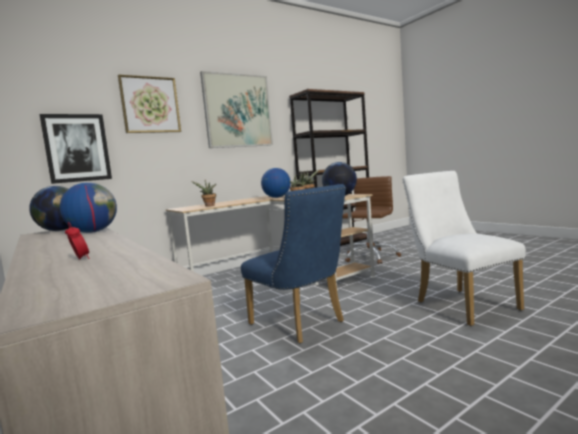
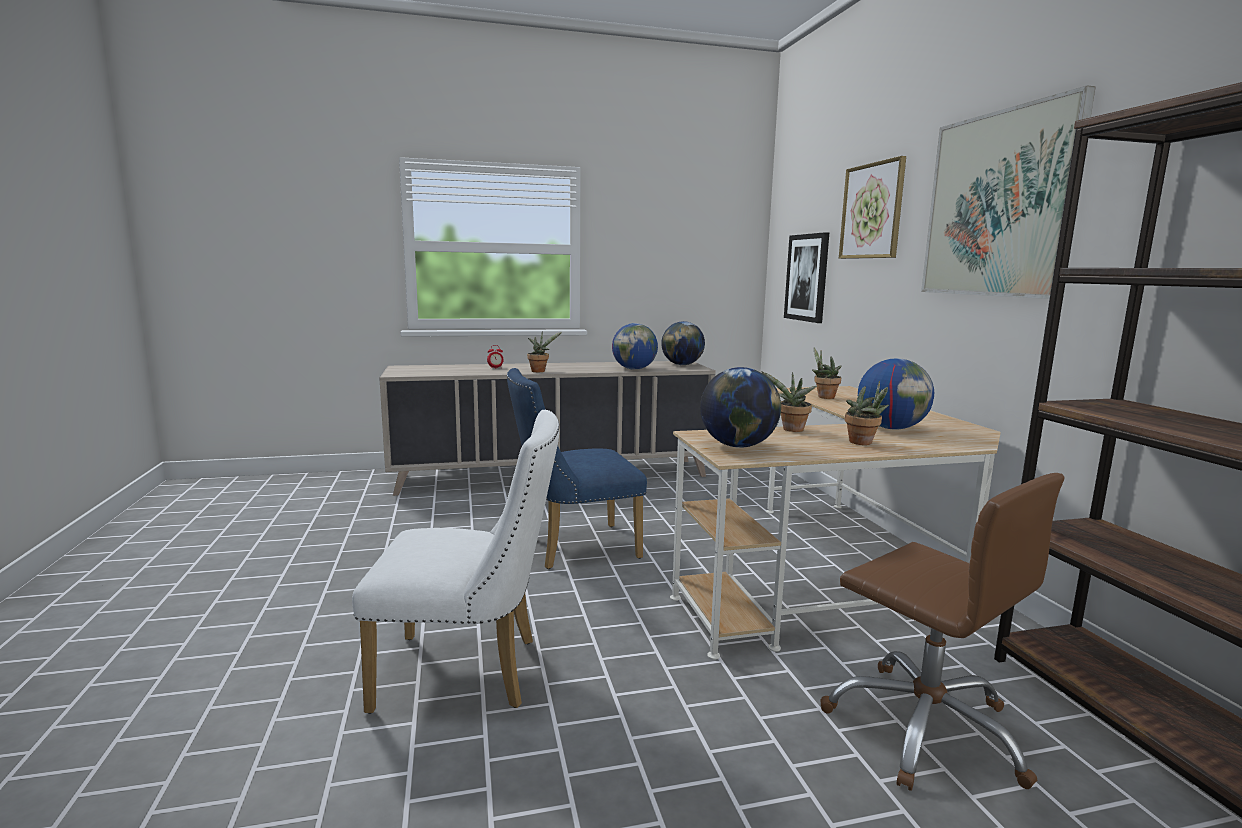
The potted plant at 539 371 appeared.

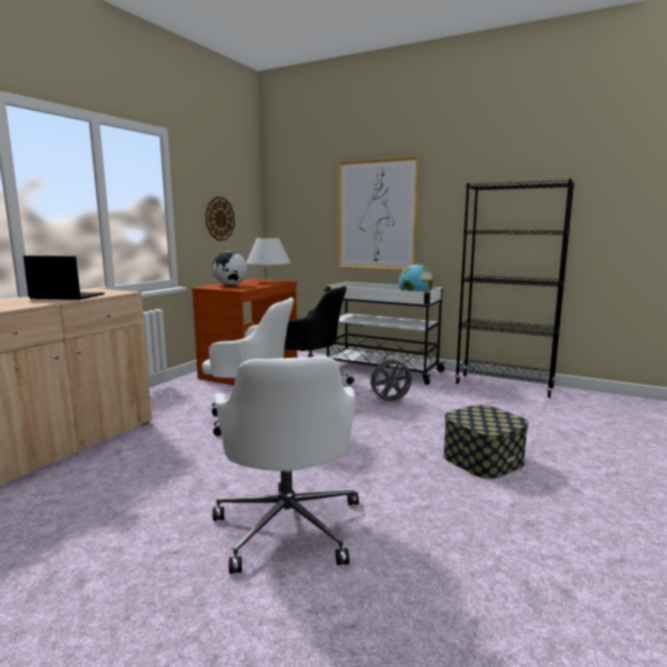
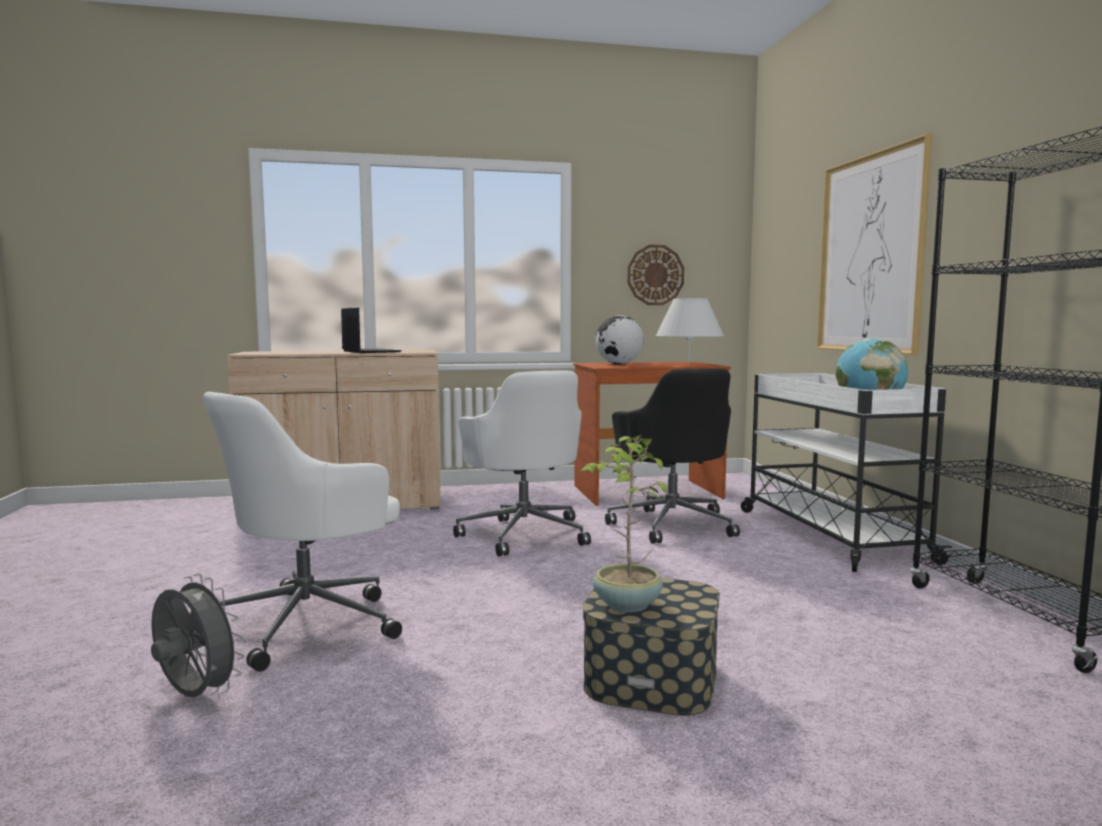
The fan/greyish moved from 390 402 to 194 696.
The potted plant at 626 605 appeared.

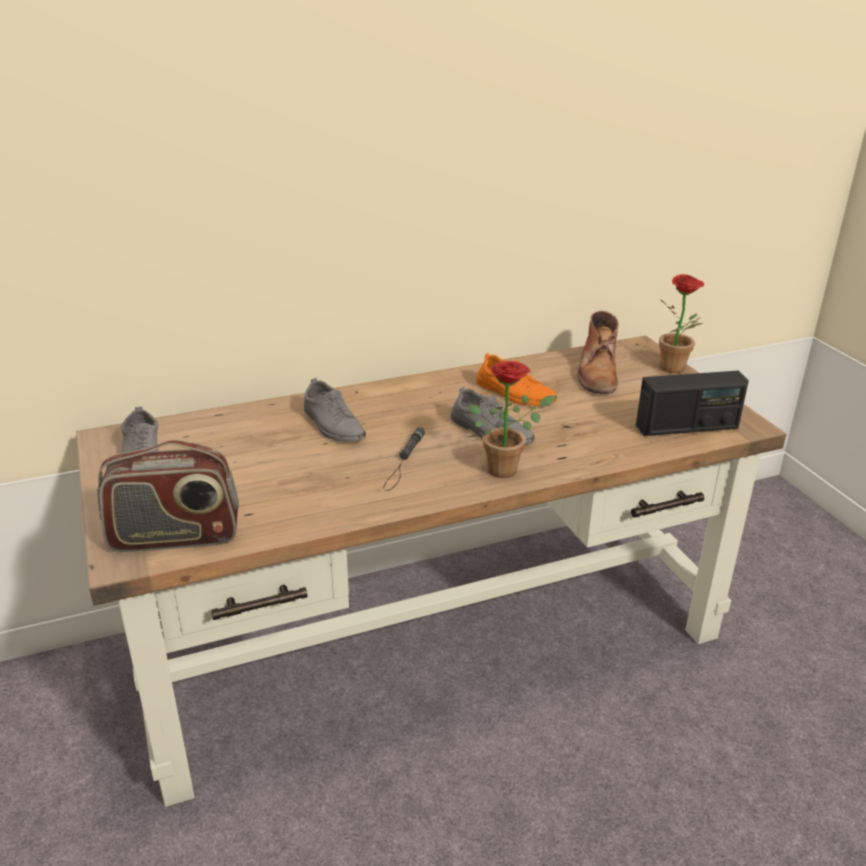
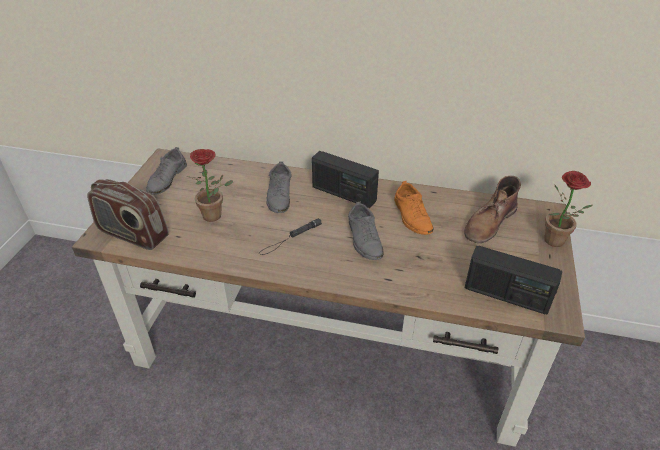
The potted plant moved from 507 468 to 216 216.
The radio at 343 194 appeared.

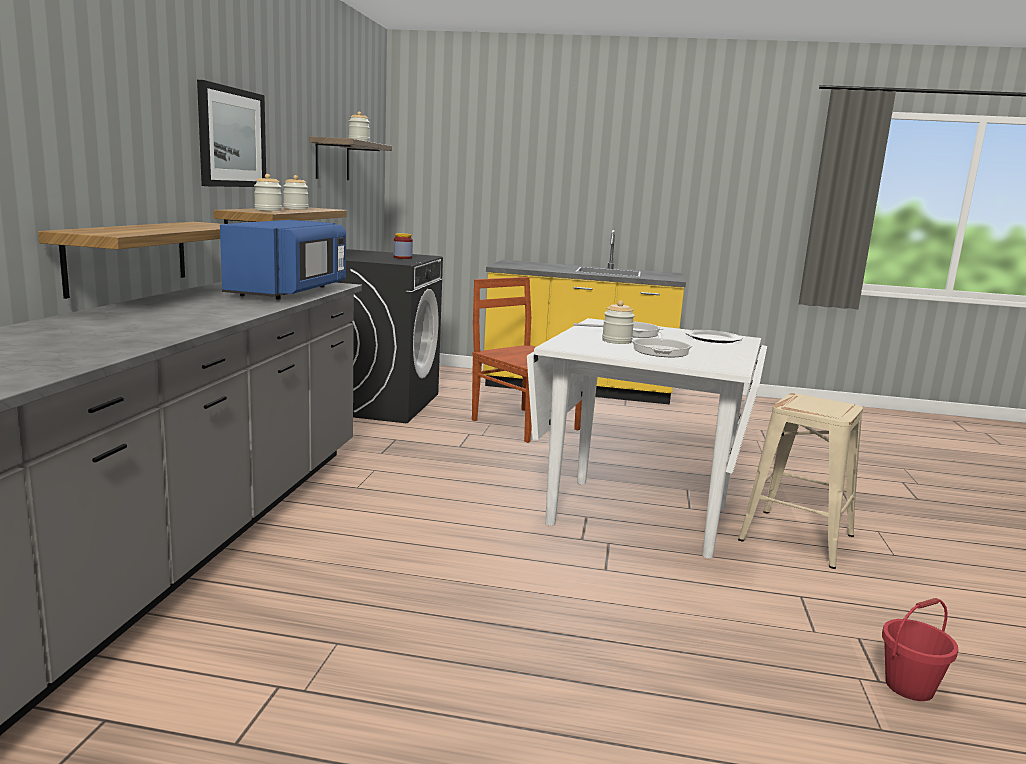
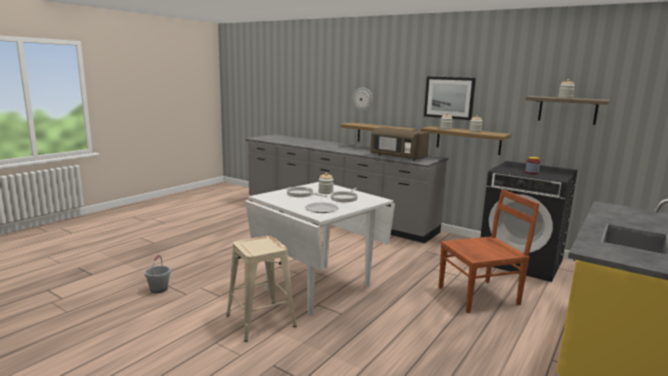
The microwave oven/blue at 289 292 became the microwave oven/brownish at 397 157.
The pail/red at 909 686 became the pail/greyish at 159 289.
The clock on the wall at 363 99 appeared.

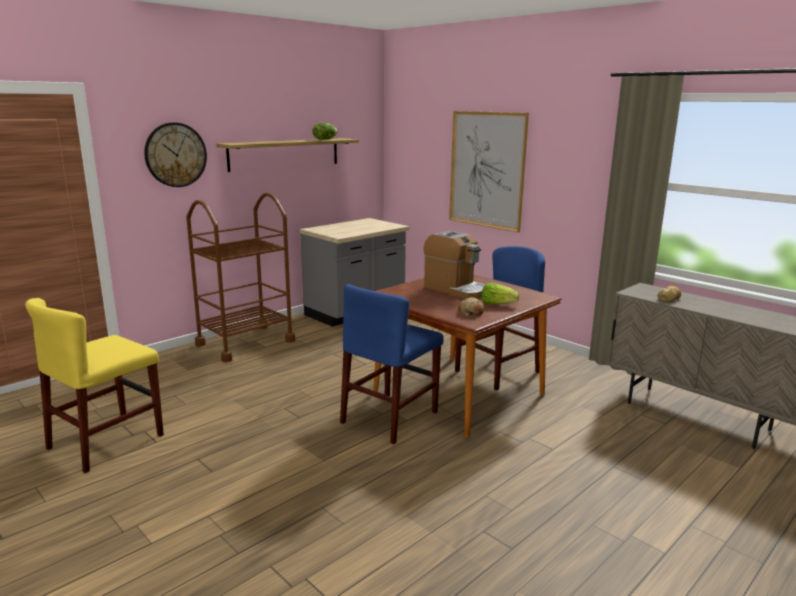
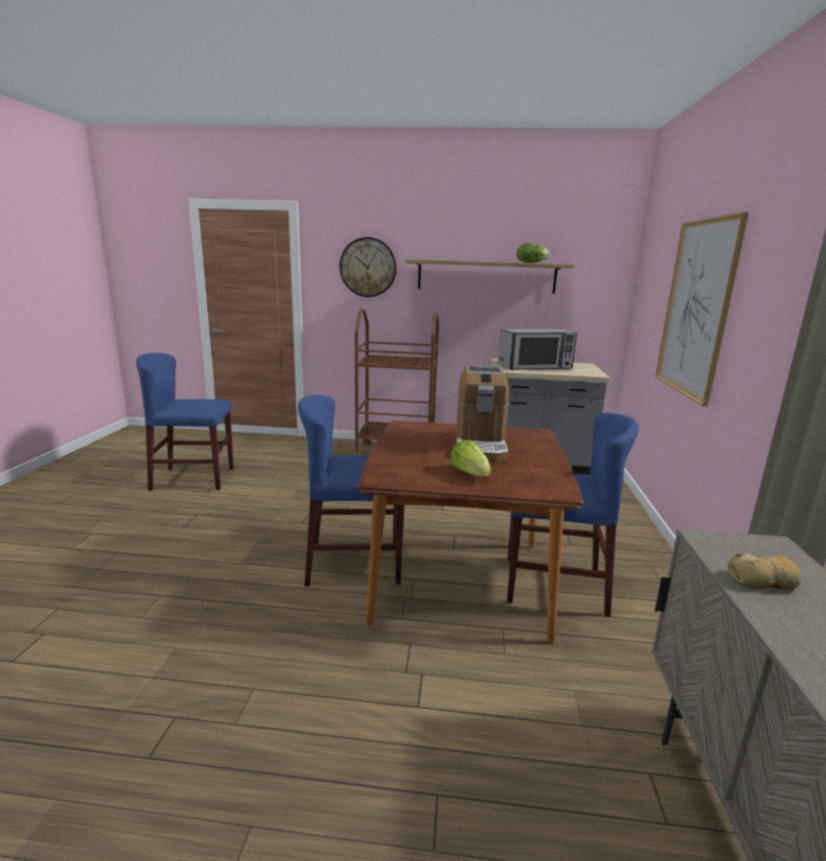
The plain chair/yellowish at 106 441 became the plain chair/blue at 193 478.
The bakery bread at 470 312 disappeared.
The microwave oven at 535 367 appeared.

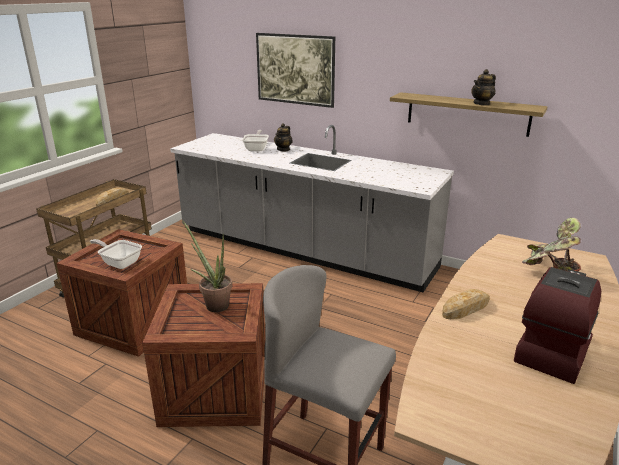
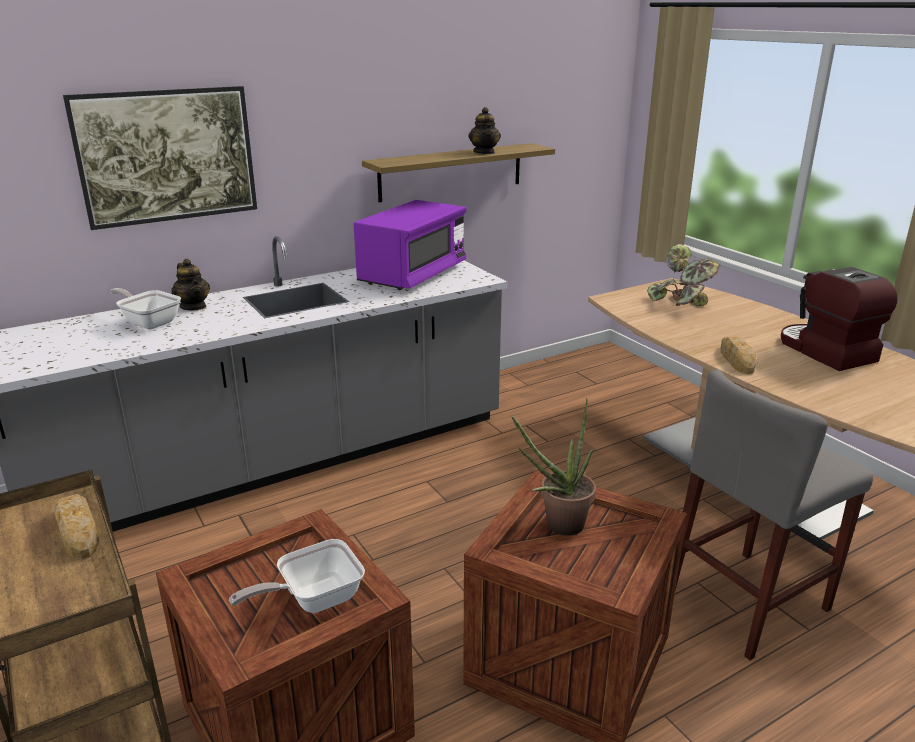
The microwave oven/purplish at 413 275 appeared.

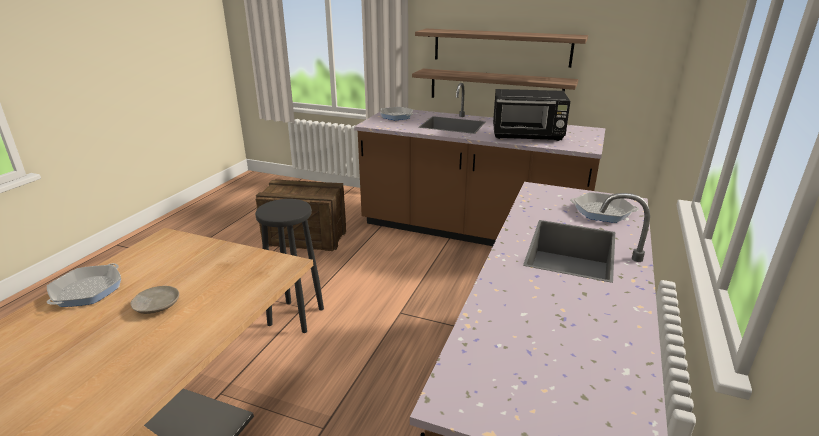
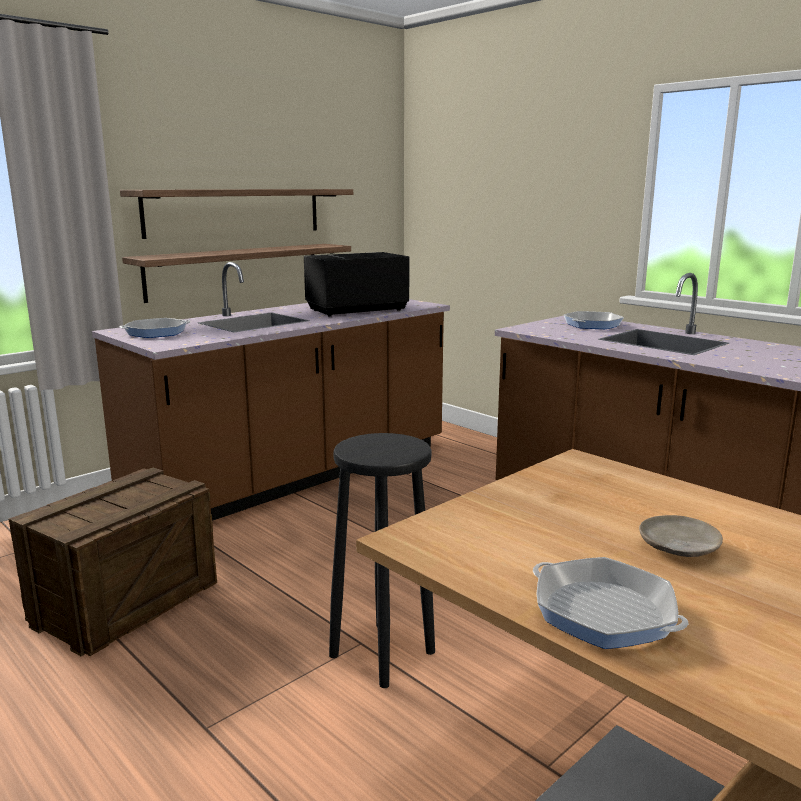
The microwave oven/black-coloured at 527 135 turned 150 degrees counterclockwise.

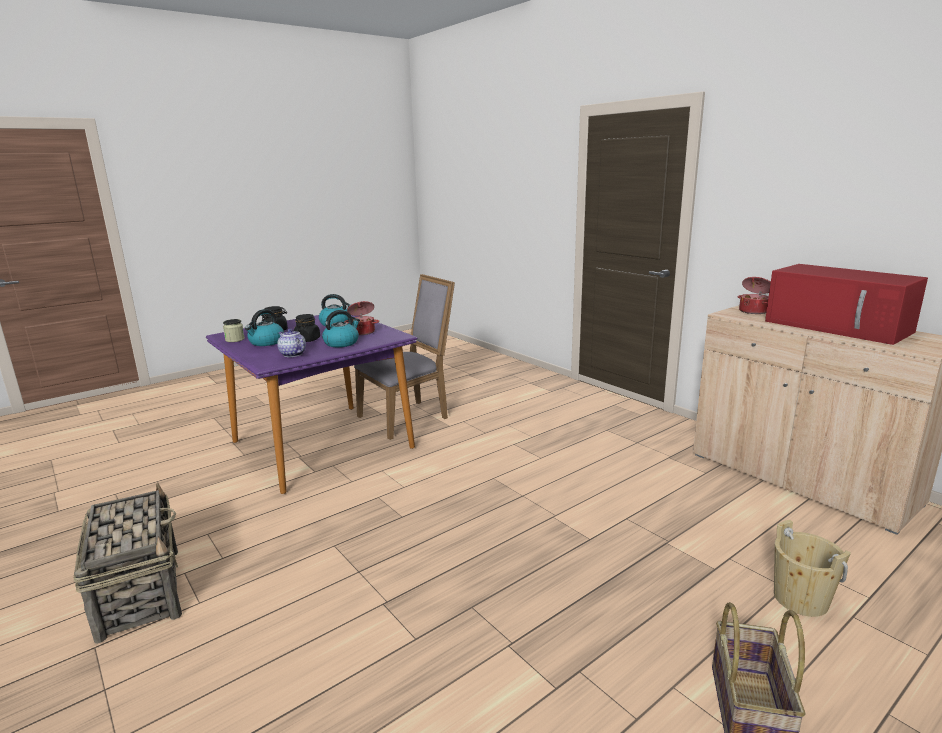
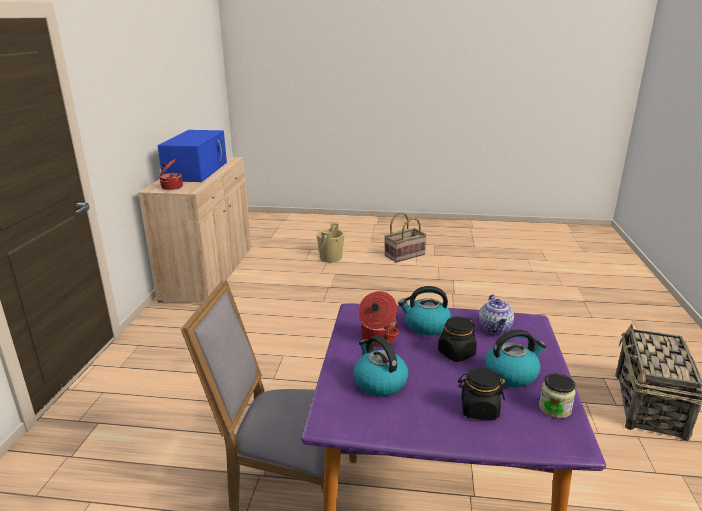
The microwave oven/red at 839 327 became the microwave oven/blue at 196 171.

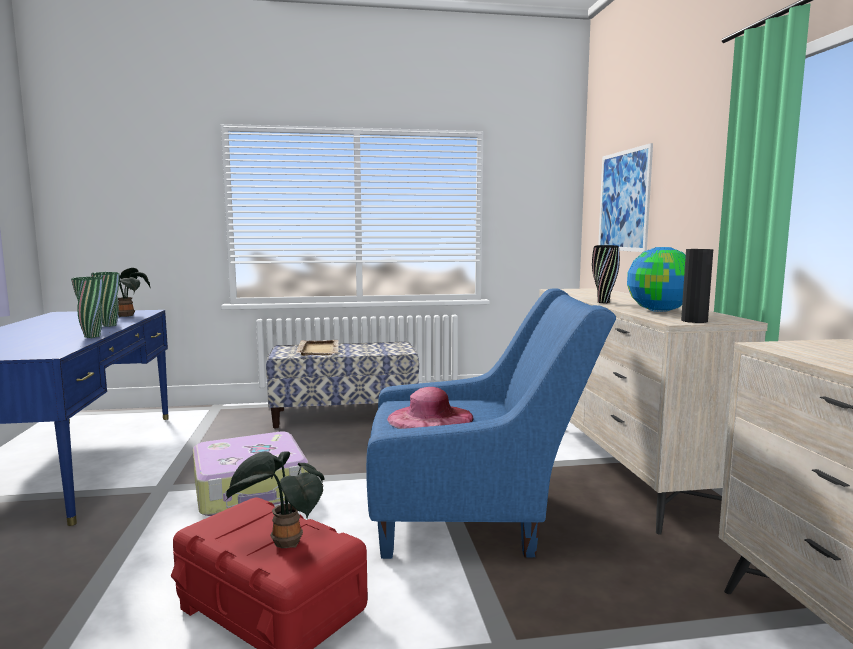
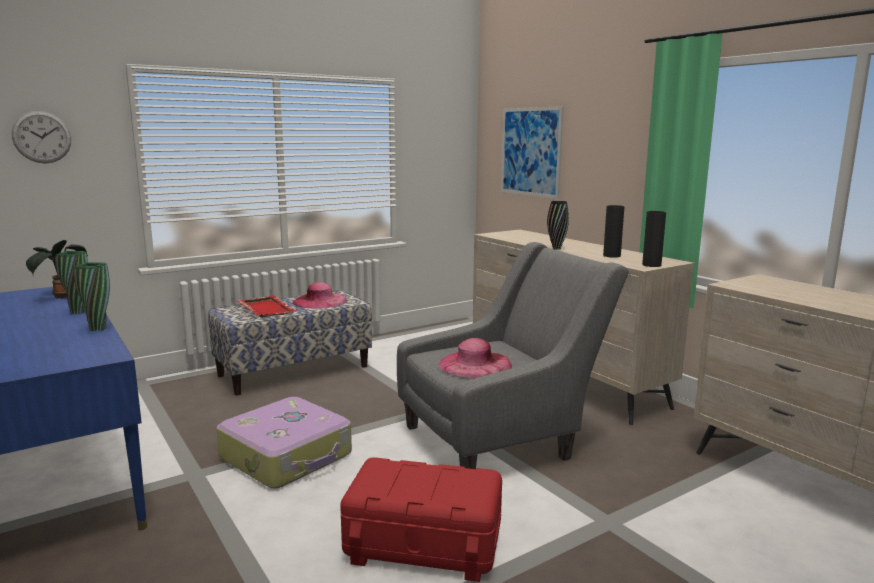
The potted plant at 283 543 disappeared.
The carrying tray/beige at 318 349 became the carrying tray/red at 266 308.
The lounge chair/blue at 476 516 became the lounge chair/greyish at 501 438.
The desk globe at 659 311 was replaced by the decorative vase/black-coloured at 611 255.
The clock on the wall at 42 137 appeared.
The hat/pinkish at 320 301 appeared.

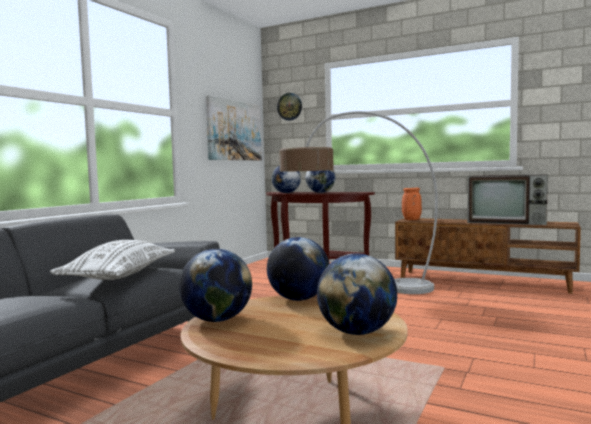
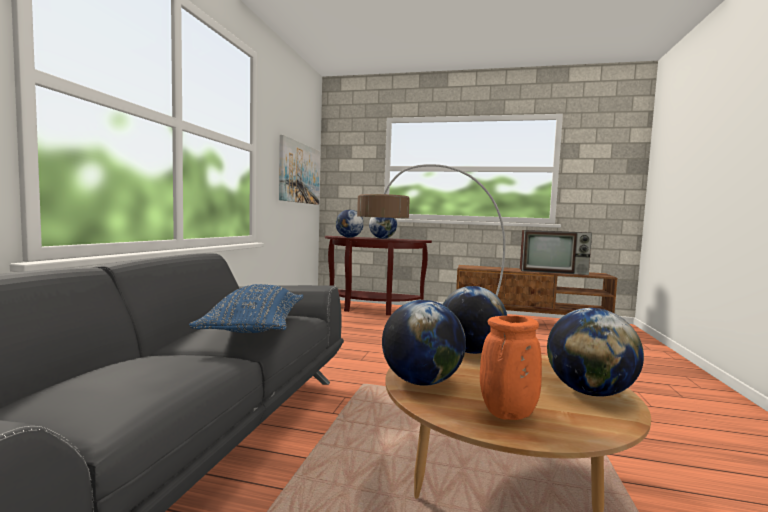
The throw pillow/white-coloured at 120 276 became the throw pillow/blue at 256 327.
The clock on the wall at 289 106 disappeared.
The decorative vase/orange-coloured moved from 411 220 to 507 414.

